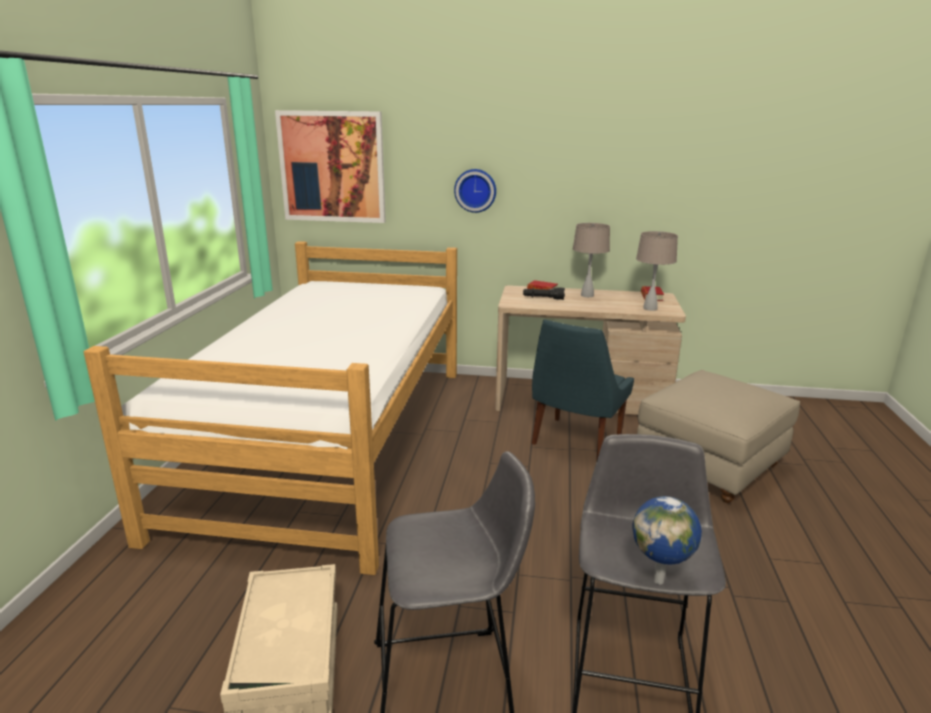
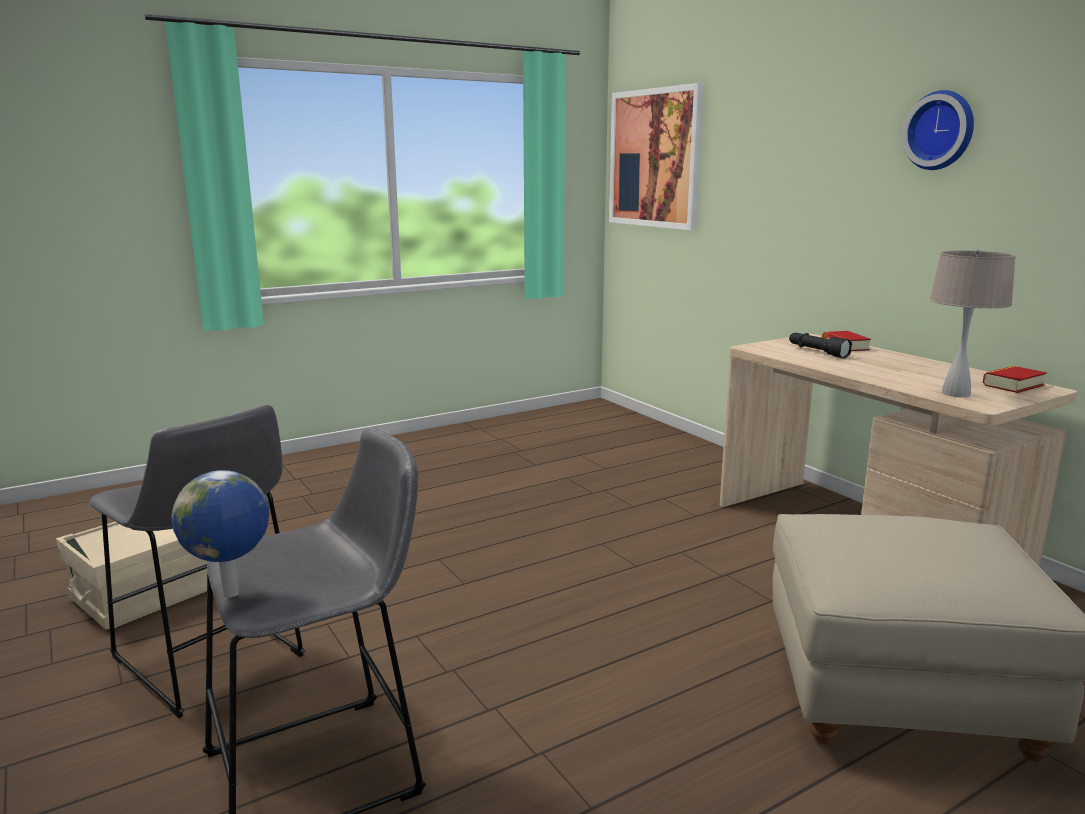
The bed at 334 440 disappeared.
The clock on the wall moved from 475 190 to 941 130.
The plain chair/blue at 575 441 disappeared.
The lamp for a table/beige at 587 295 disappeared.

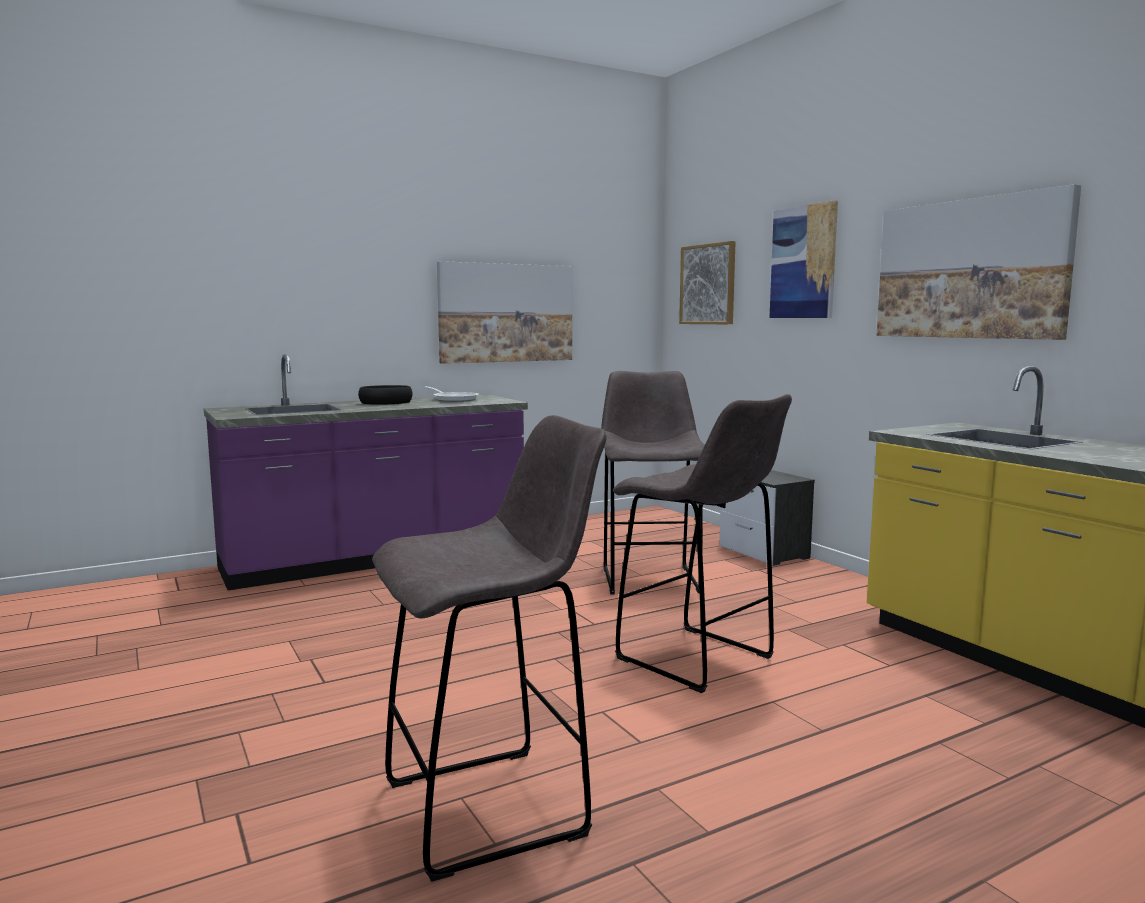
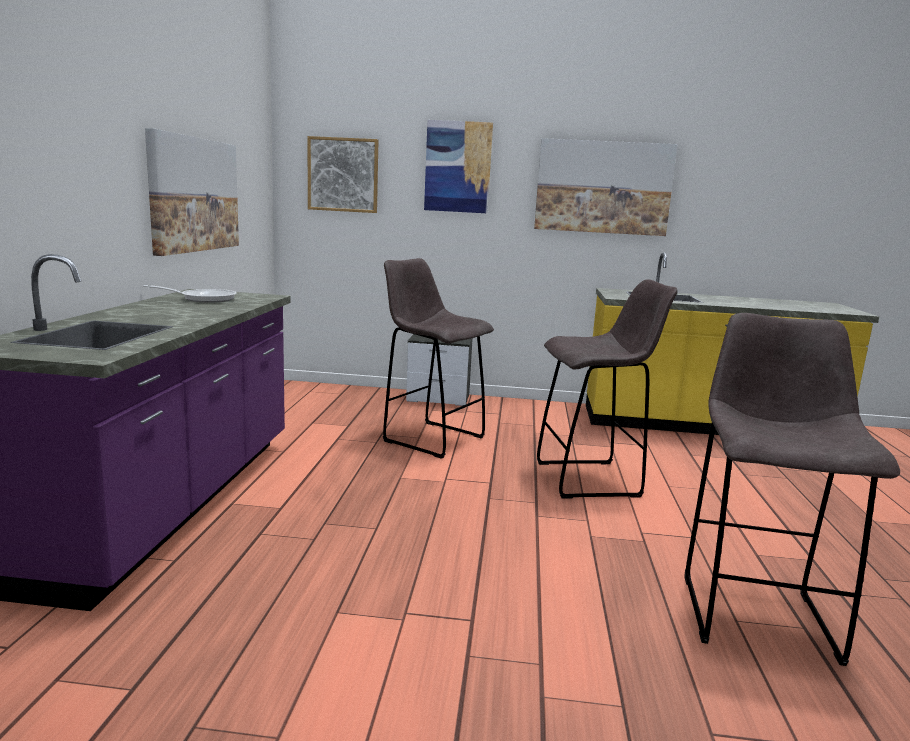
The deep dish/black-coloured at 386 402 disappeared.

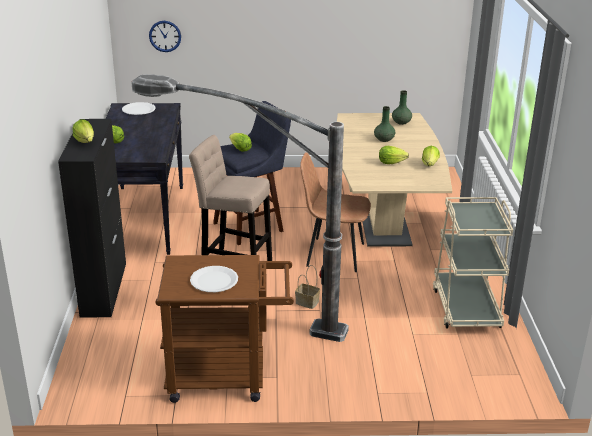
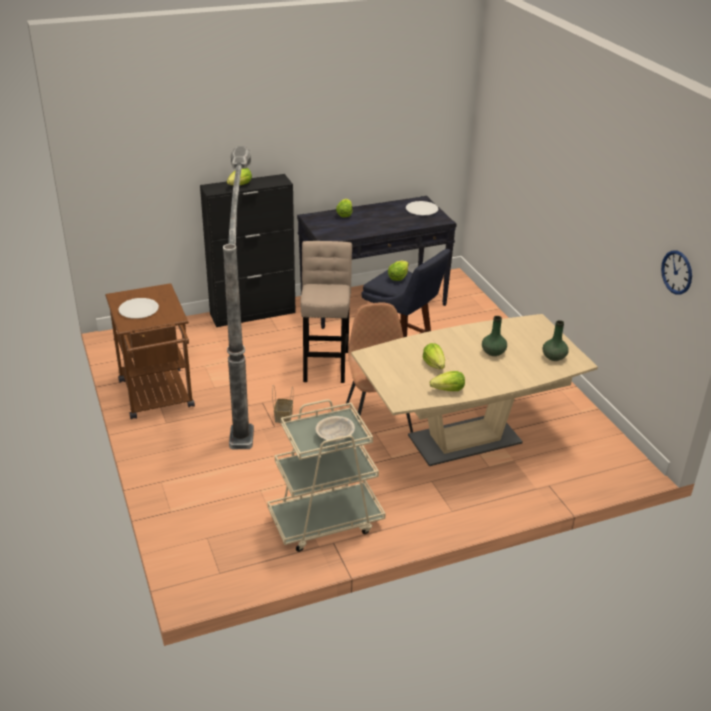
The clock on the wall moved from 165 36 to 677 272.
The deep dish/beige at 335 437 appeared.

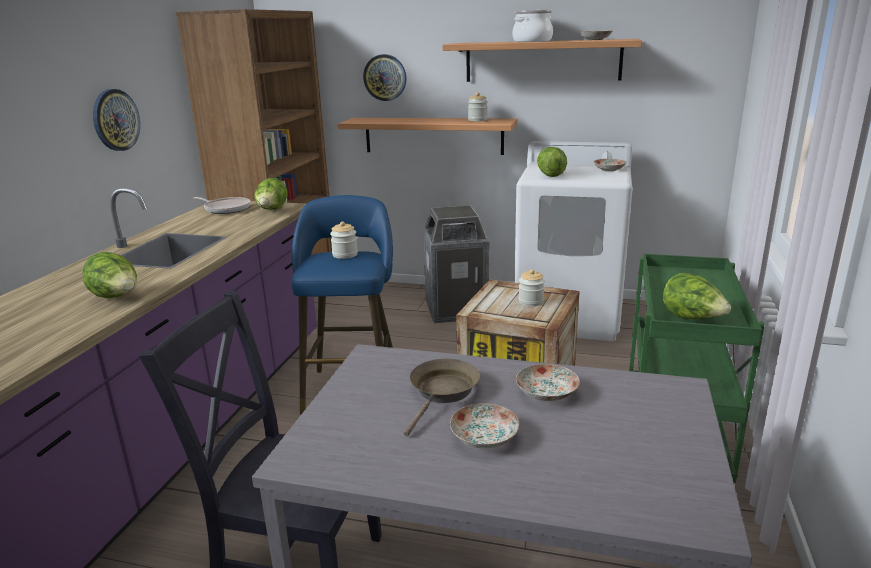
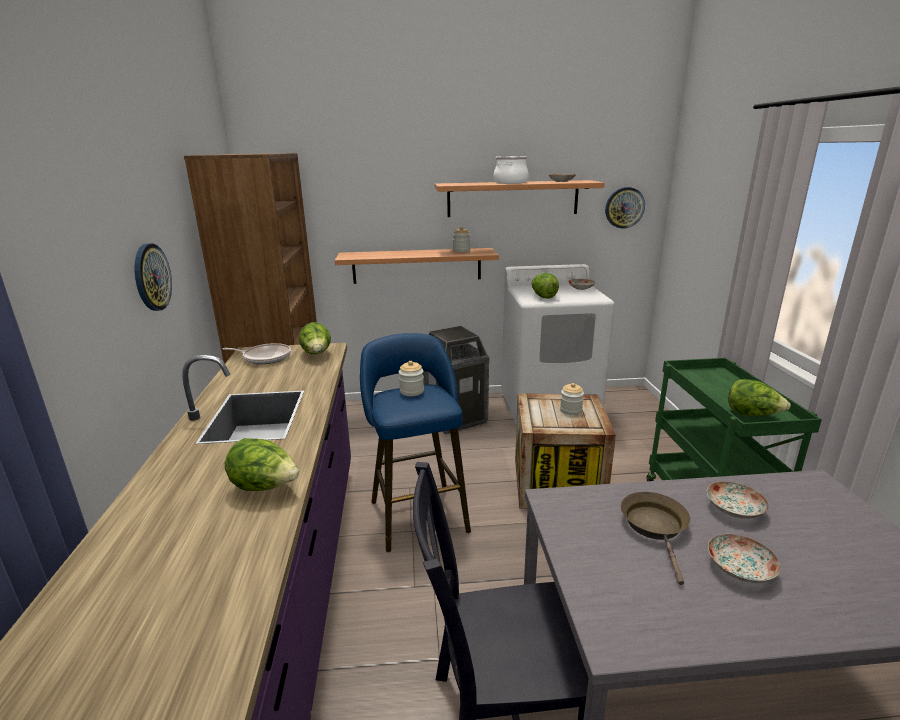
The clock on the wall moved from 385 77 to 624 207.

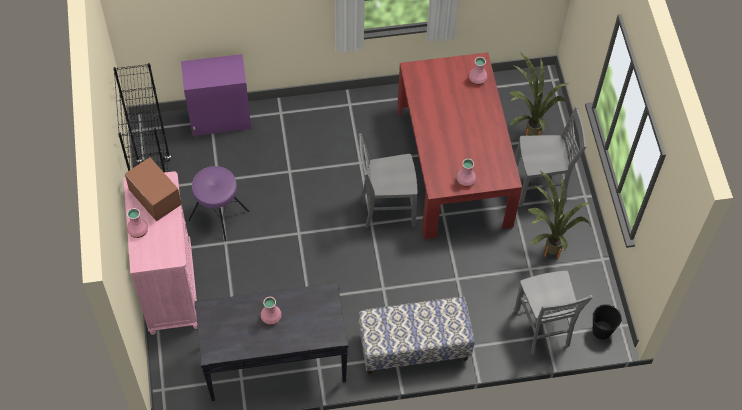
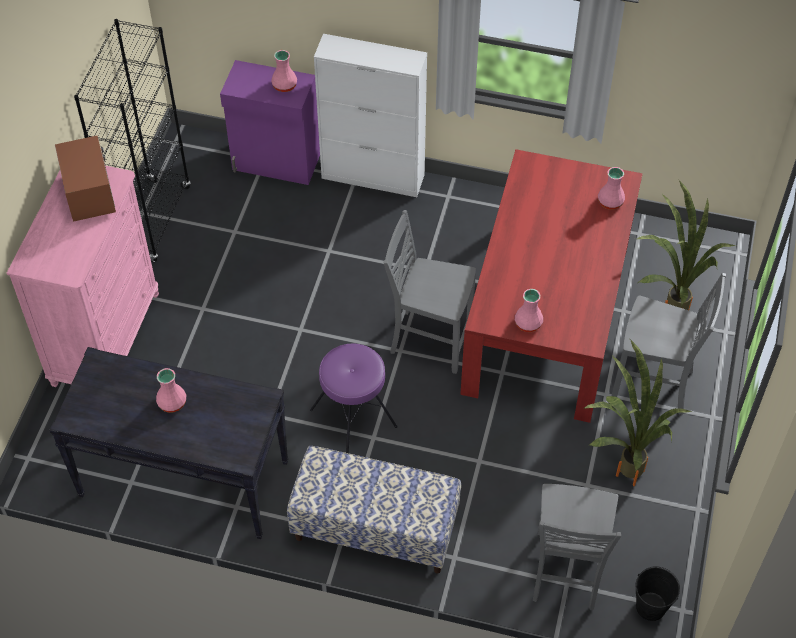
The decorative vase/pinkish moved from 137 230 to 284 85.
The sitting stool/purplish moved from 219 215 to 354 417.
The storage cabinet/white-coloured at 373 176 appeared.

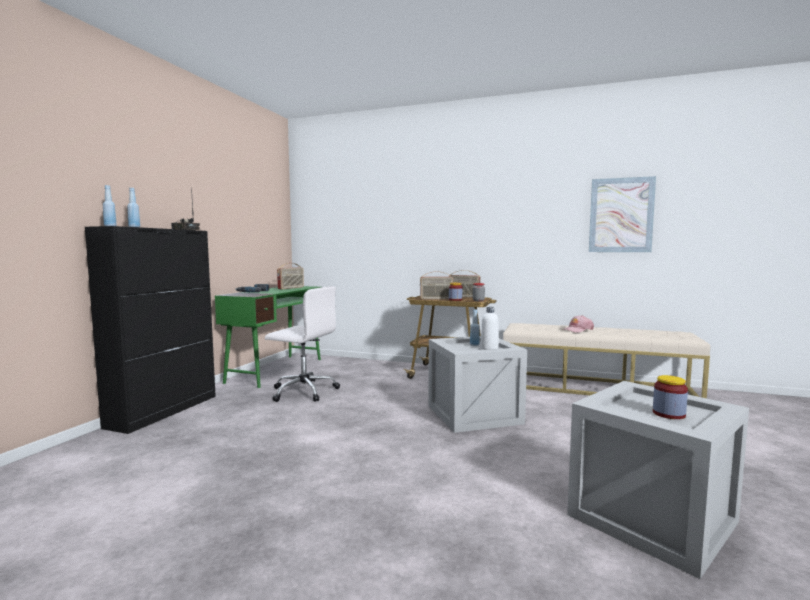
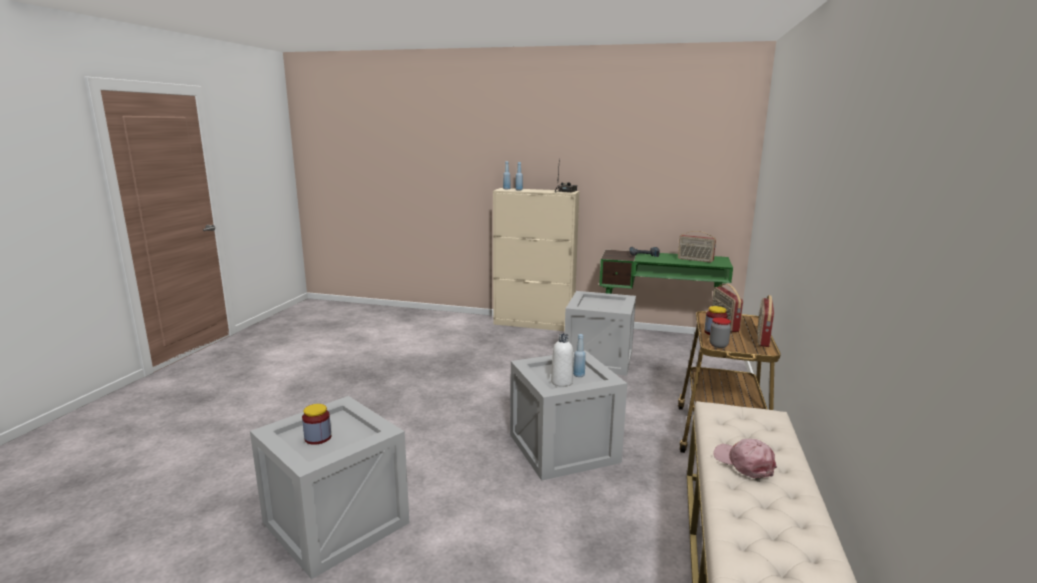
The storage cabinet/black-coloured at 164 411 became the storage cabinet/beige at 534 324.
The desk chair/white-coloured at 303 391 was replaced by the shipping crate at 598 359.
The wall picture at 621 215 disappeared.

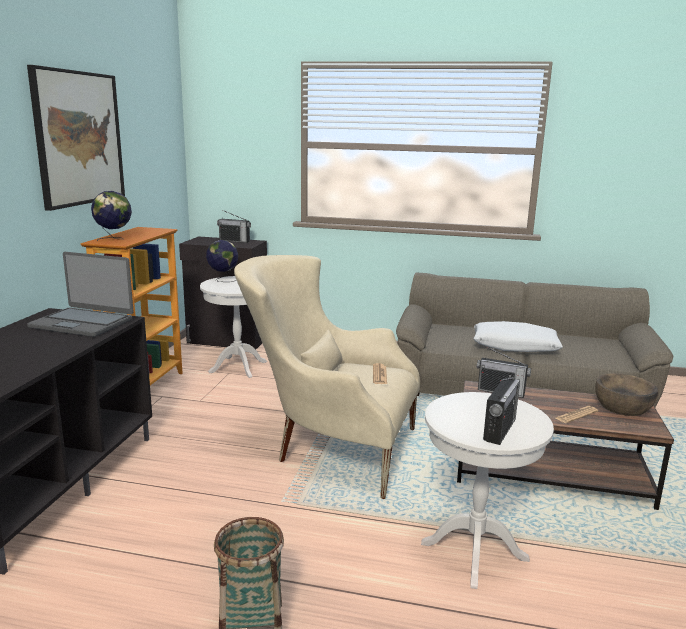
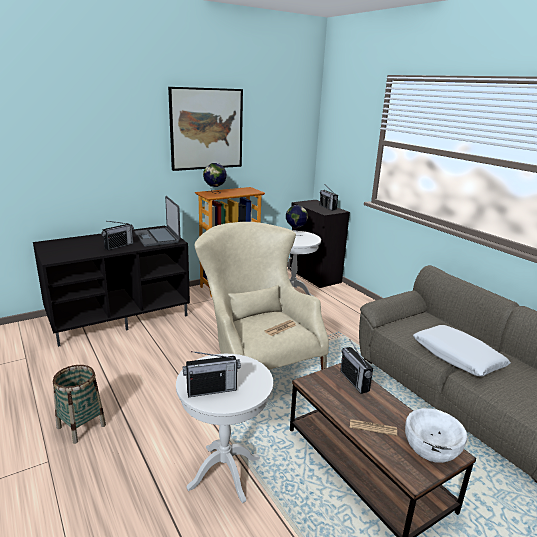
The deep dish/brownish at 623 406 became the deep dish/white-coloured at 432 447.
The radio at 119 246 appeared.

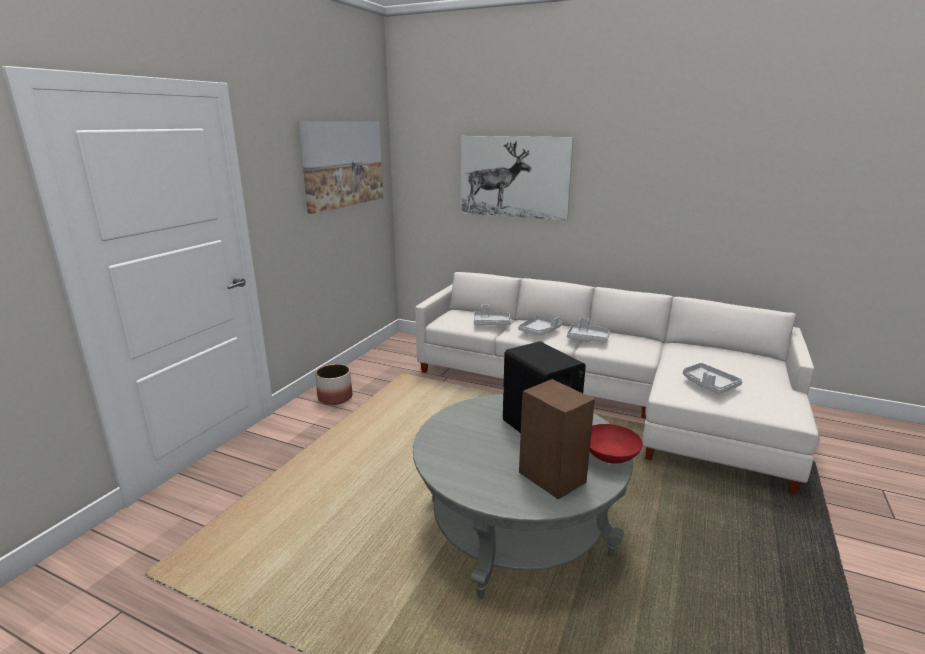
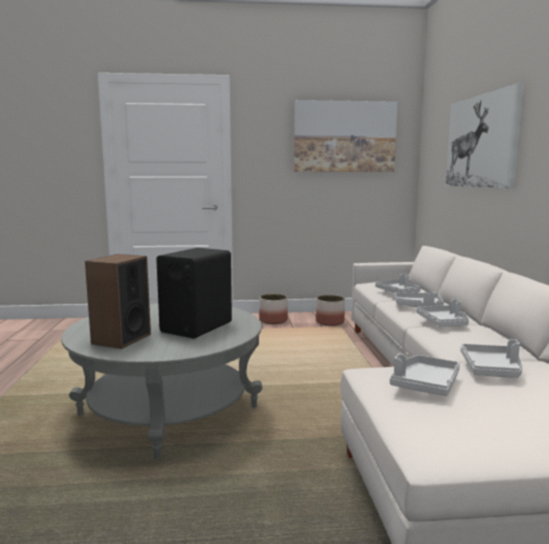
The deep dish/red at 610 457 disappeared.
The flower pot at 330 322 appeared.
The carrying tray/greyish at 492 370 appeared.

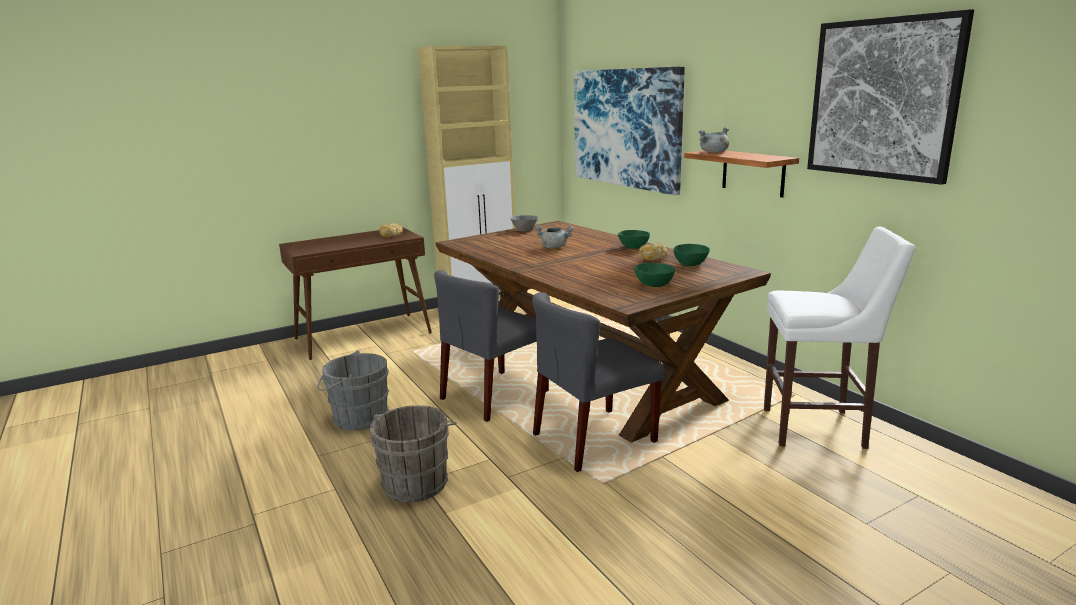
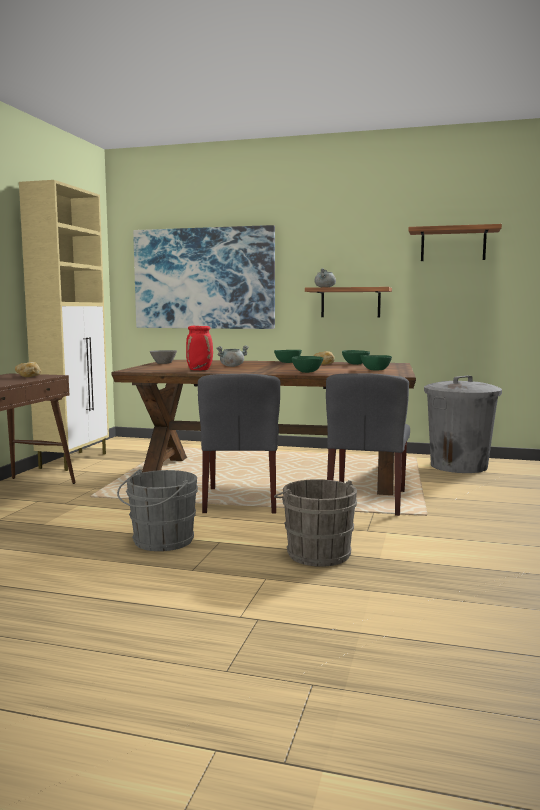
The sitting stool/white-coloured at 819 428 was replaced by the trash can/greyish at 459 466.
The wall picture at 882 99 was replaced by the shelf at 453 245.
The decorative vase/red at 200 370 appeared.
The deep dish/green at 307 372 appeared.

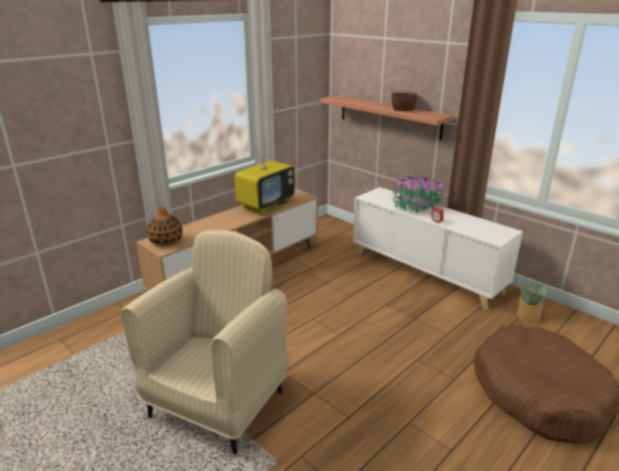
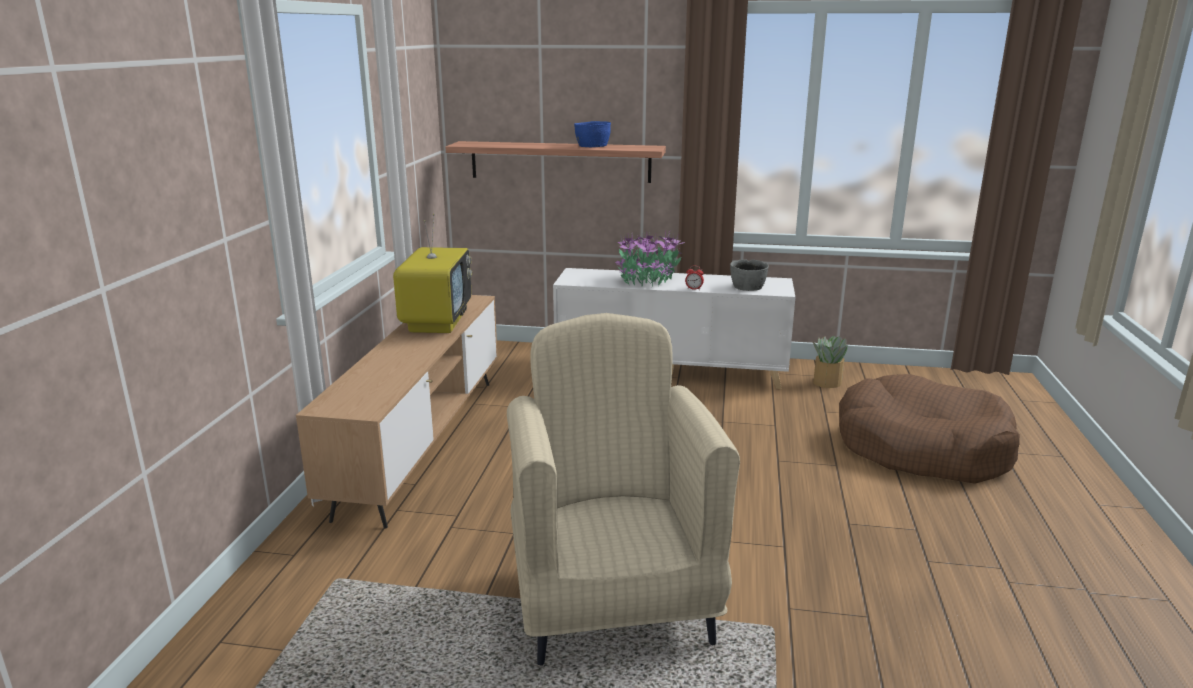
The decorative vase at 166 241 disappeared.
The deep dish/brownish at 402 109 became the deep dish/blue at 592 146.
The deep dish/greyish at 748 287 appeared.

